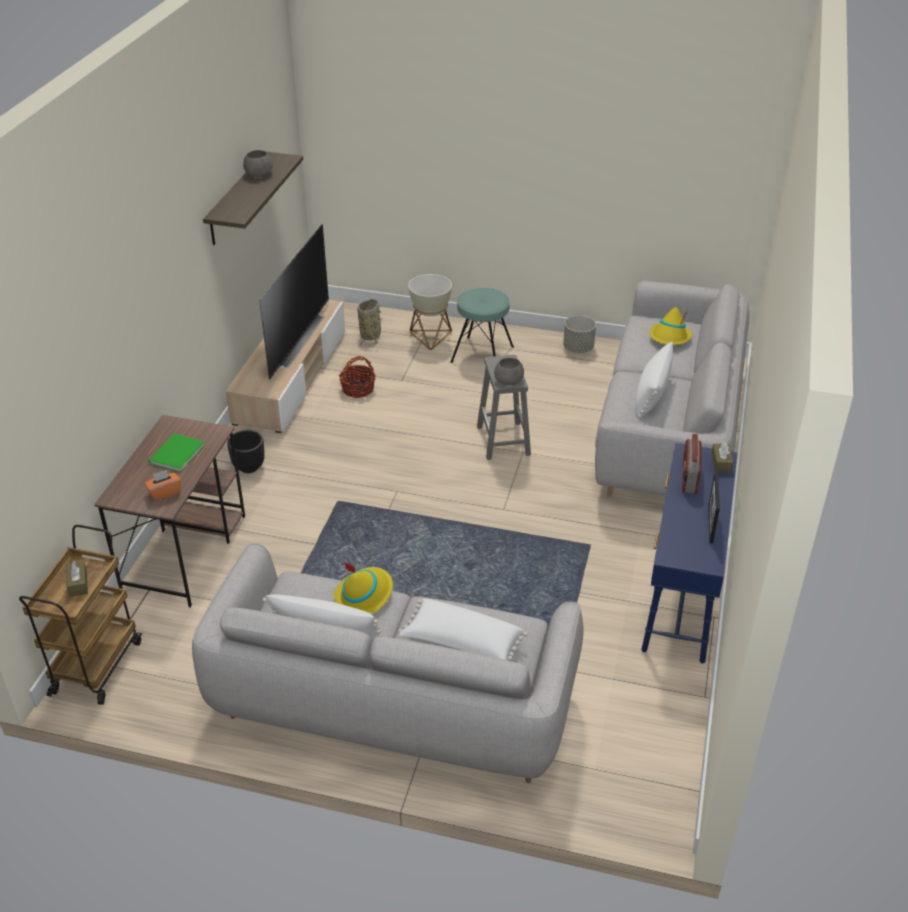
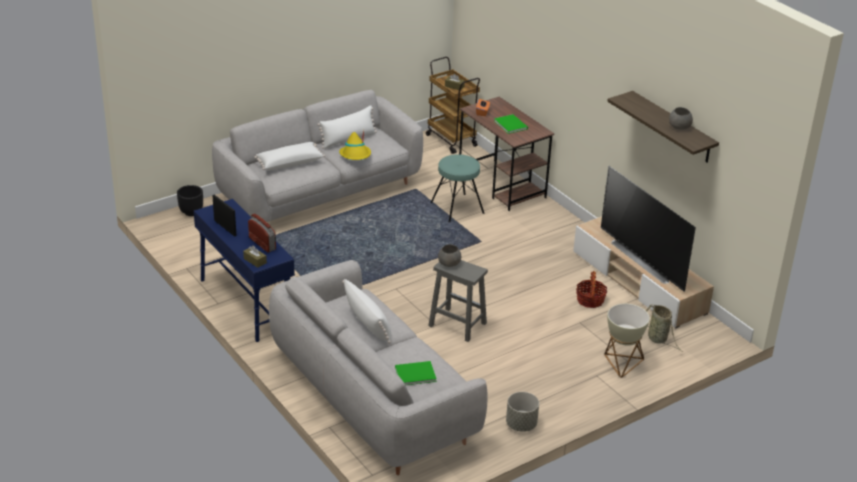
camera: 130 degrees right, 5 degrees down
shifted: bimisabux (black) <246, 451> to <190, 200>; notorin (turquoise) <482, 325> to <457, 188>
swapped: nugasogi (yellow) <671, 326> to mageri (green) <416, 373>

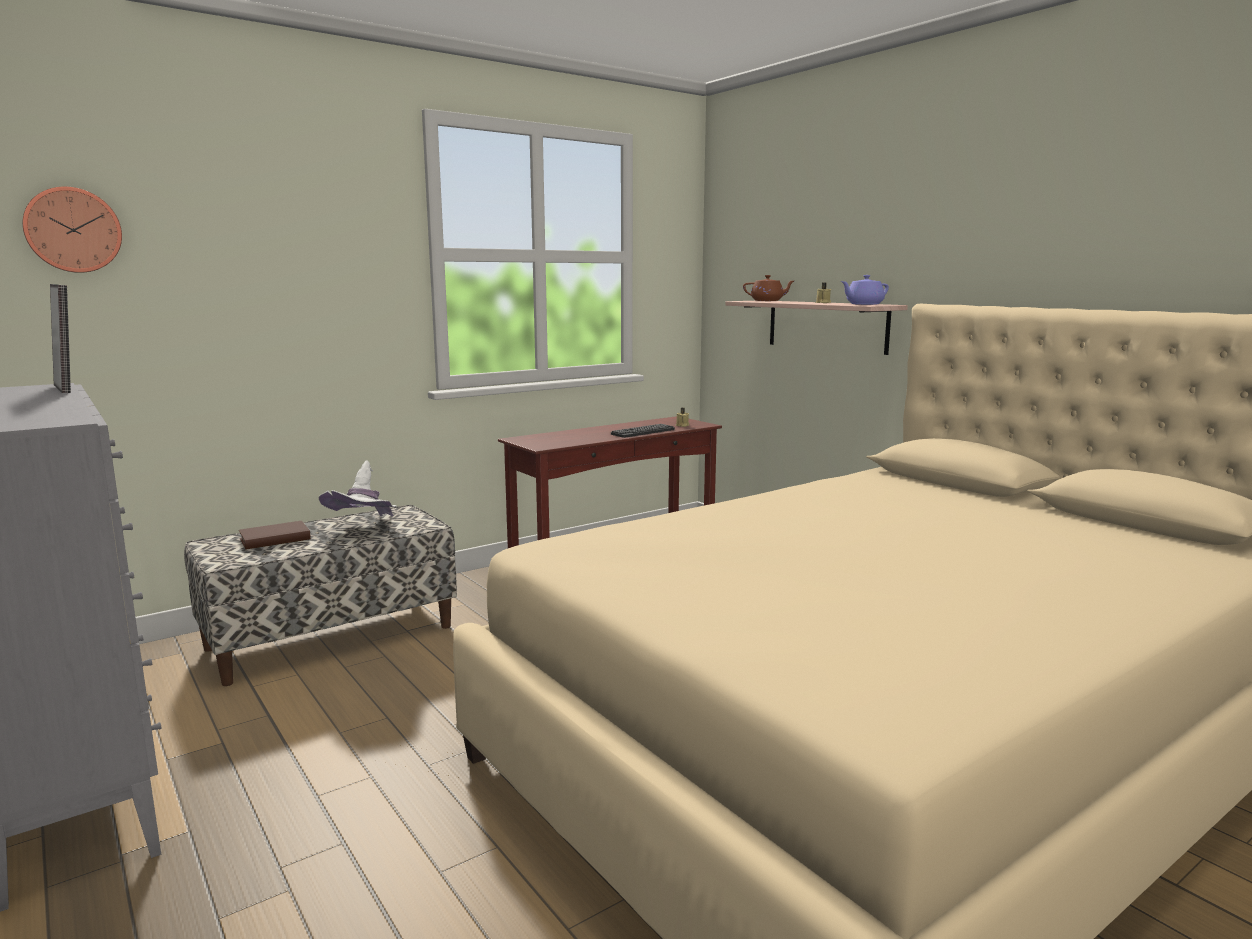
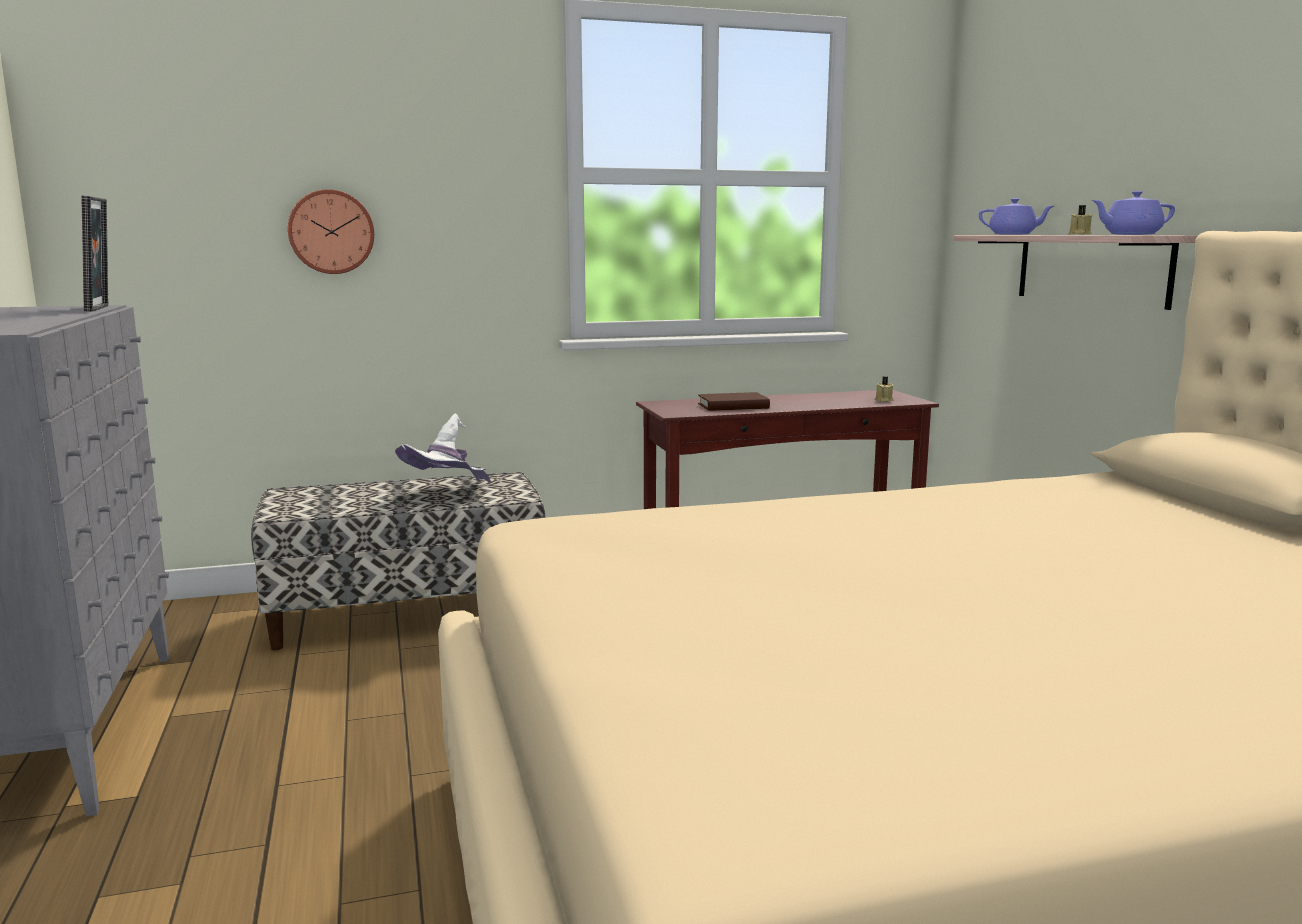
camera: 20 degrees right, 0 degrees up
gone: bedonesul <643, 431>
shifted: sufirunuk <72, 230> to <331, 231>; mageri (brown) <275, 535> to <734, 401>
repainted: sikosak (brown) <768, 288> to sikosak (purple) <1016, 216>

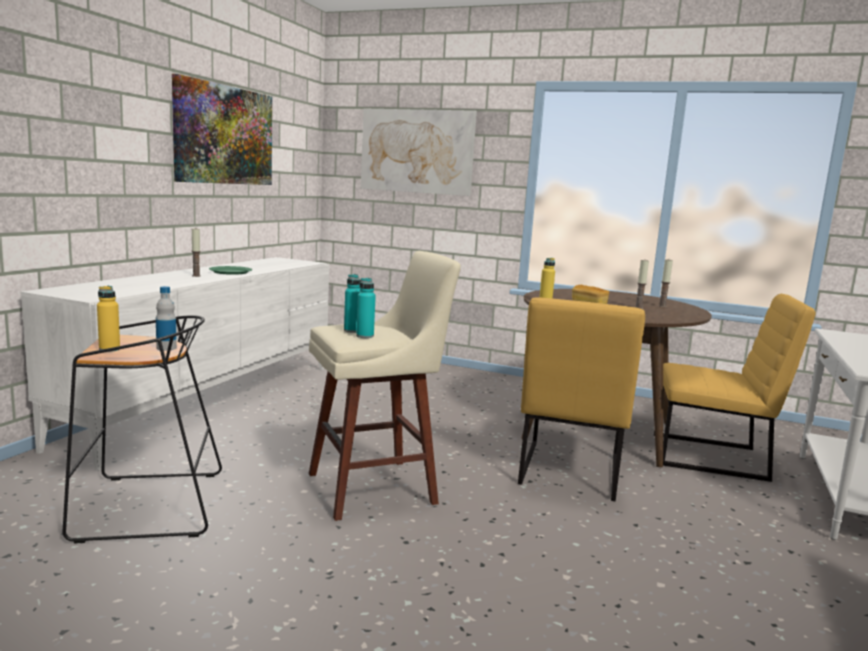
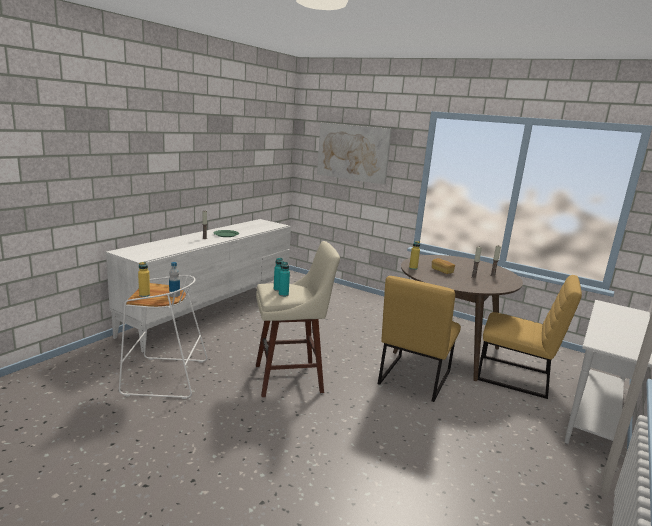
camera: 10 degrees right, 5 degrees up
gone: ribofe <222, 129>
repainted: notorin (black) <142, 429> to notorin (white) <163, 337>

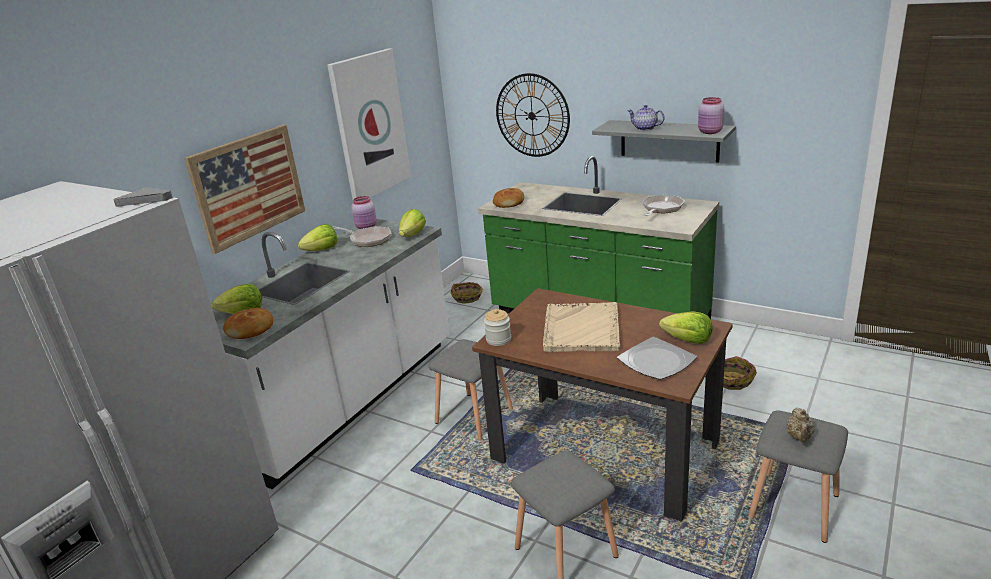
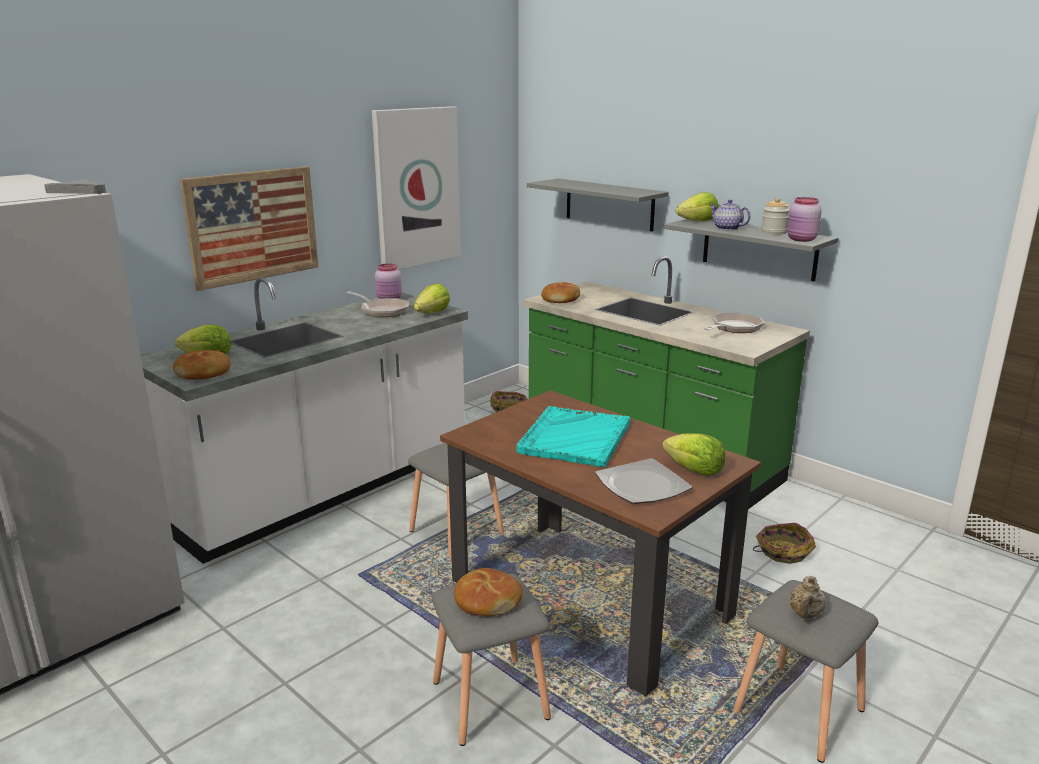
camera: 10 degrees right, 5 degrees down
new: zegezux <488, 592>
shifted: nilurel <317, 237> to <697, 207>; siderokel <497, 327> to <775, 216>
swapped: sufirunuk <533, 115> to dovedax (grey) <598, 205>
repainted: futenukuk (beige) <582, 327> to futenukuk (turquoise) <573, 437>

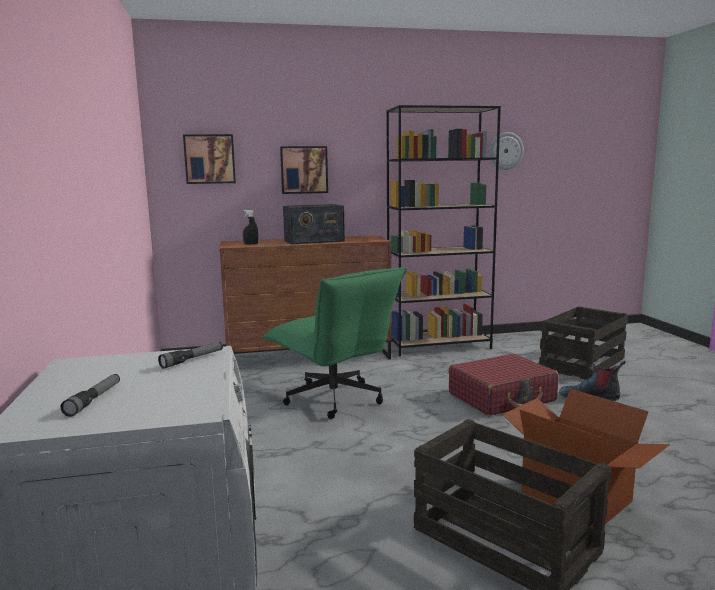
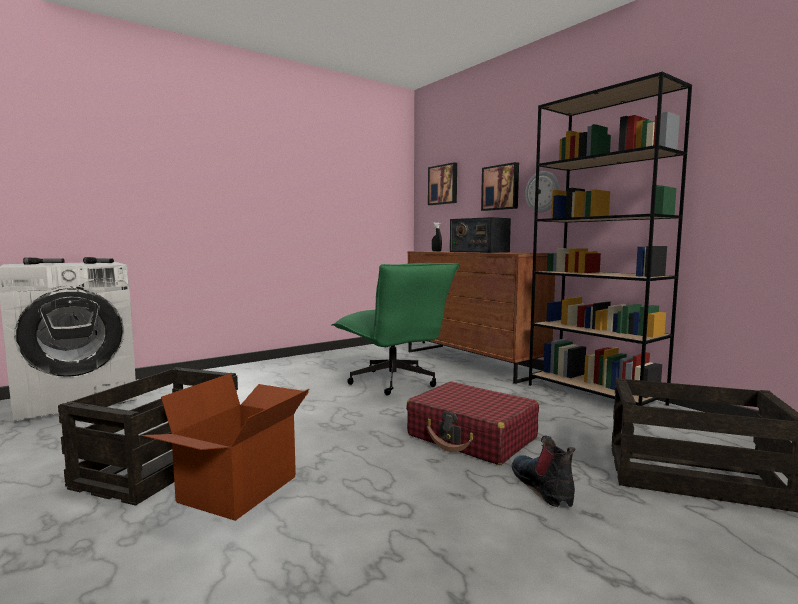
camera: 65 degrees right, 5 degrees down
shifted: sufirunuk <506, 151> to <542, 192>
rotated: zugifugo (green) <334, 343> = <395, 329> 60 degrees counterclockwise

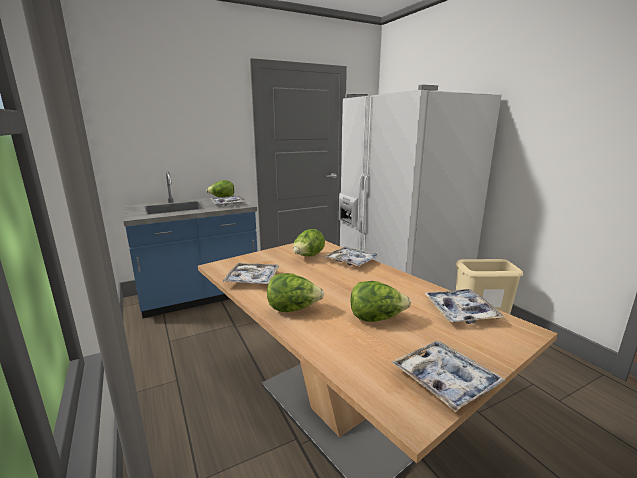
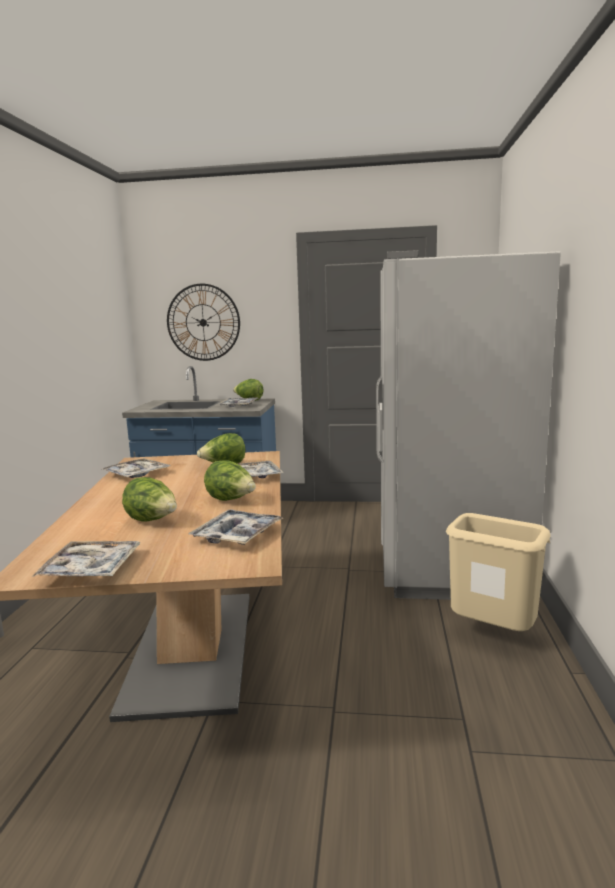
camera: 35 degrees right, 5 degrees down
new: sufirunuk <203, 322>
shifted: nilurel <295, 292> to <230, 480>

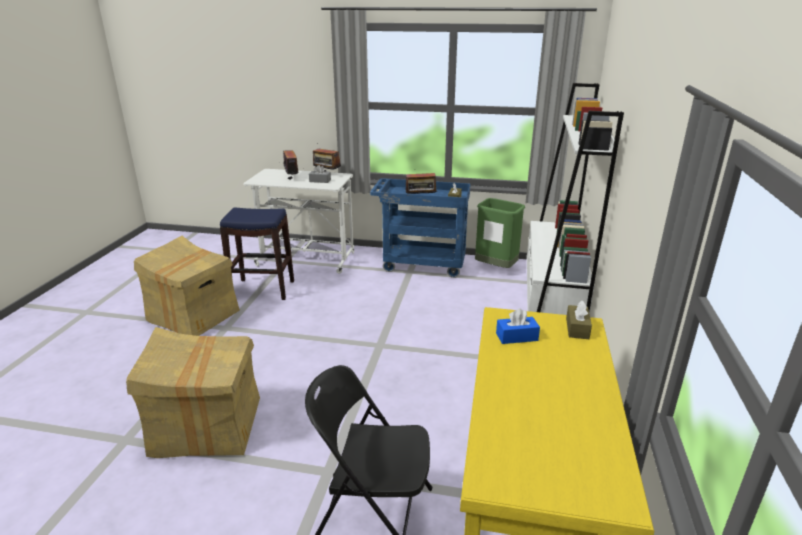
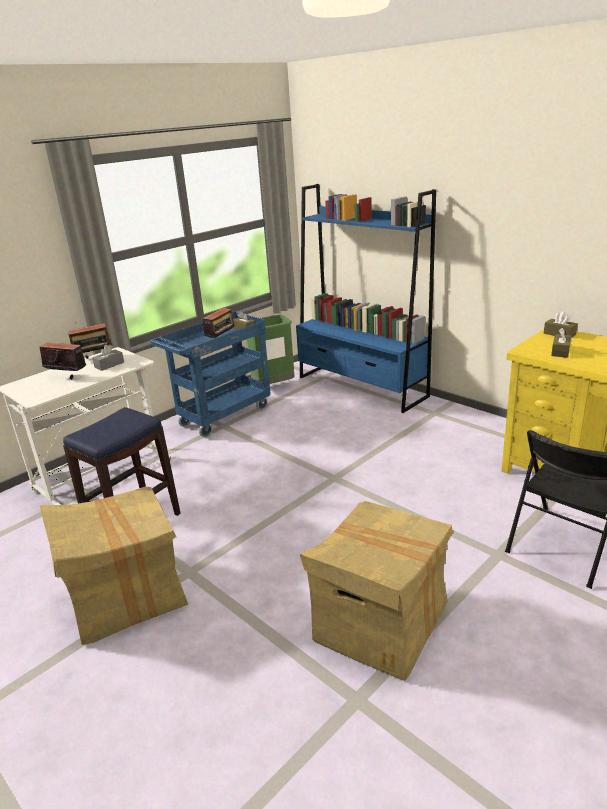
camera: 55 degrees left, 0 degrees up
repainted: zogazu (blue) <518, 326> to zogazu (brown) <561, 343>; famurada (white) <575, 199> to famurada (blue) <366, 298>

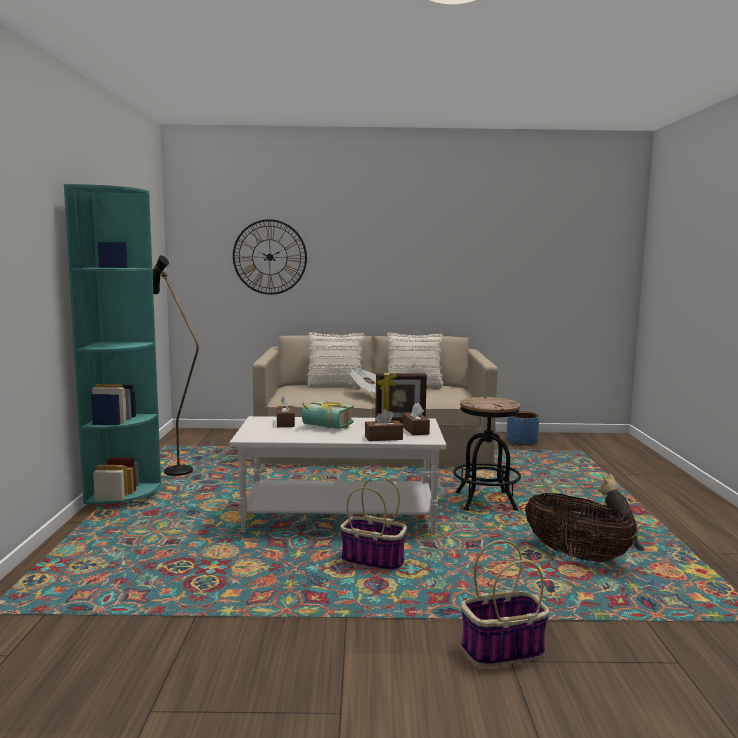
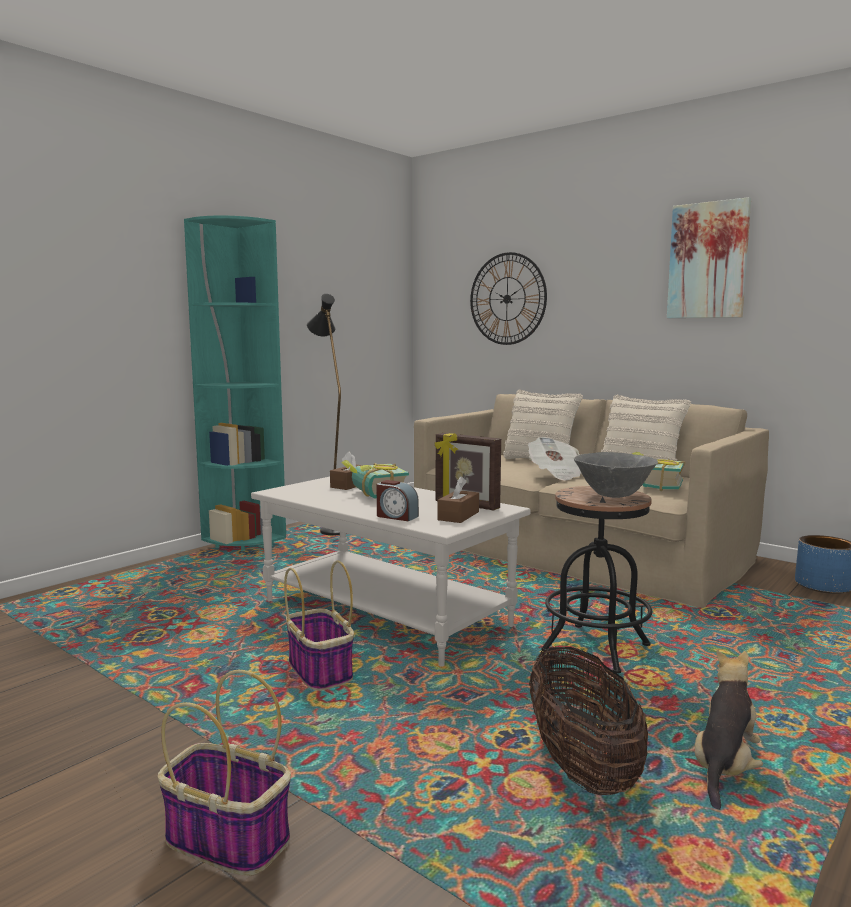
camera: 40 degrees right, 0 degrees up
new: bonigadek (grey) <616, 475>; mageri <658, 471>; ribofe <709, 257>
swapped: zogazu (brown) <384, 425> to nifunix <397, 500>

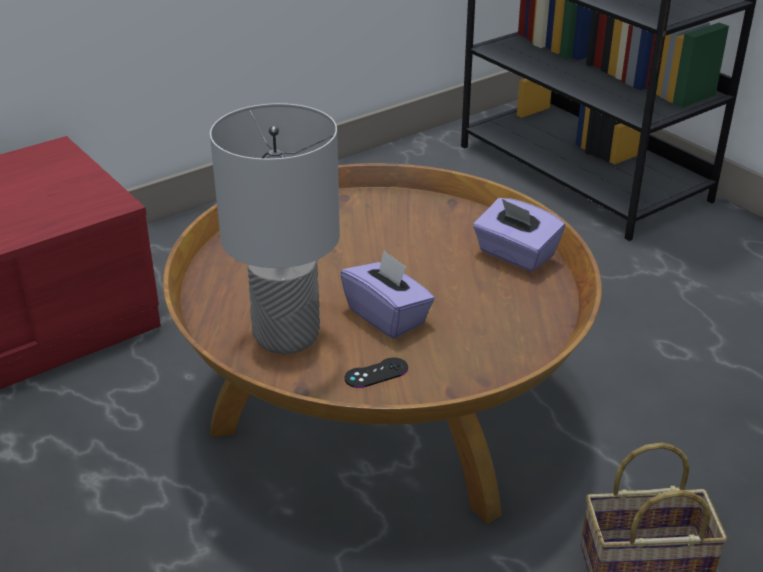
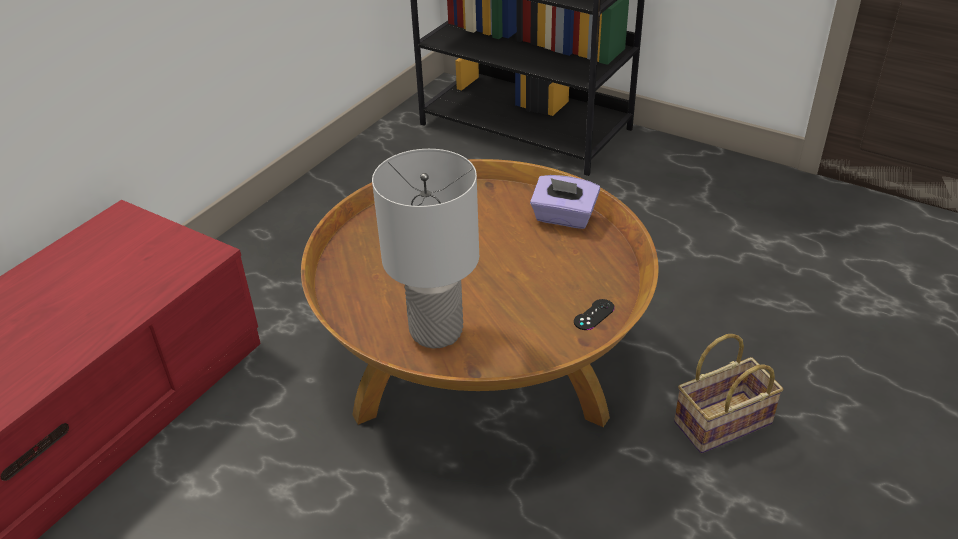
camera: 20 degrees left, 5 degrees up
gone: zogazu (purple) <387, 294>
shifted: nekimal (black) <376, 373> to <594, 314>

